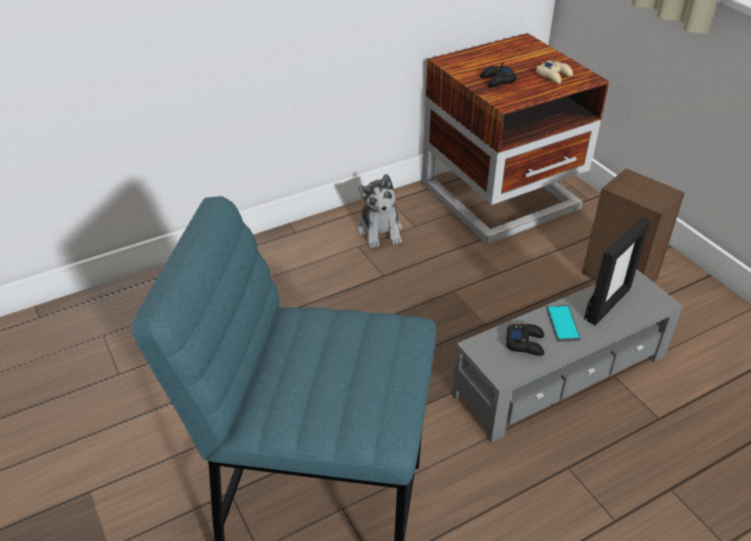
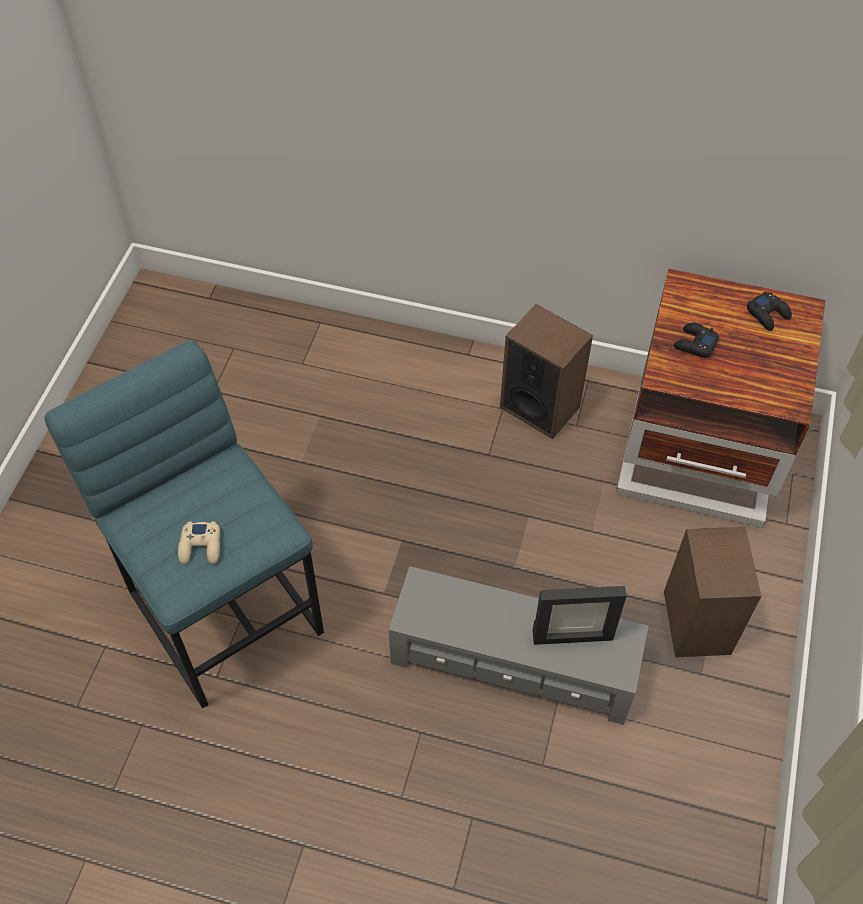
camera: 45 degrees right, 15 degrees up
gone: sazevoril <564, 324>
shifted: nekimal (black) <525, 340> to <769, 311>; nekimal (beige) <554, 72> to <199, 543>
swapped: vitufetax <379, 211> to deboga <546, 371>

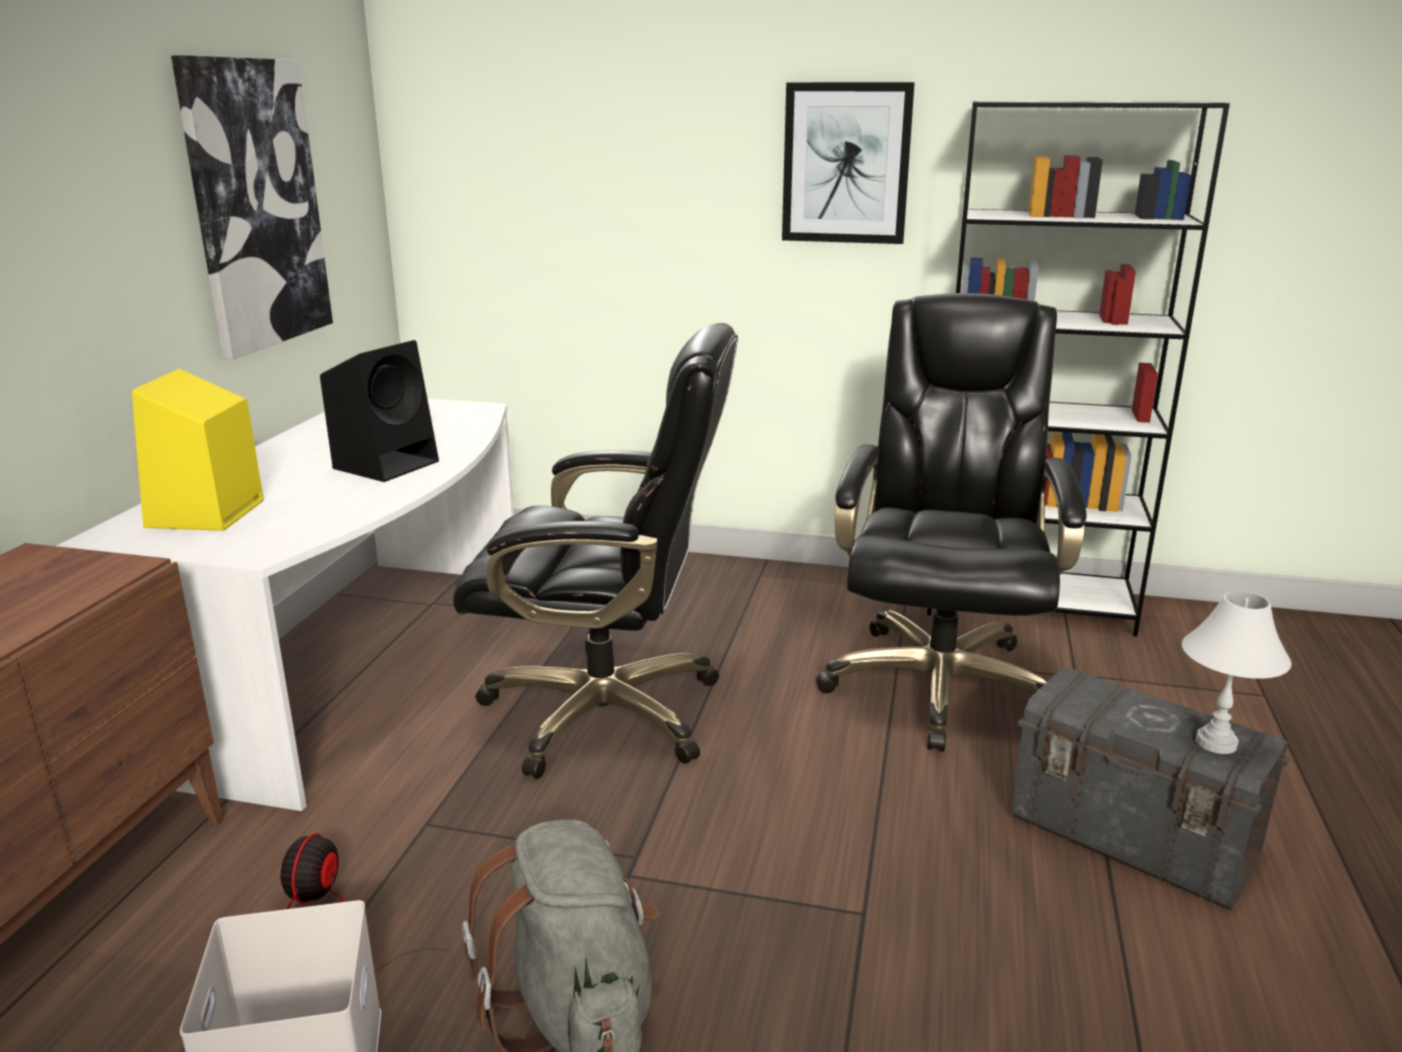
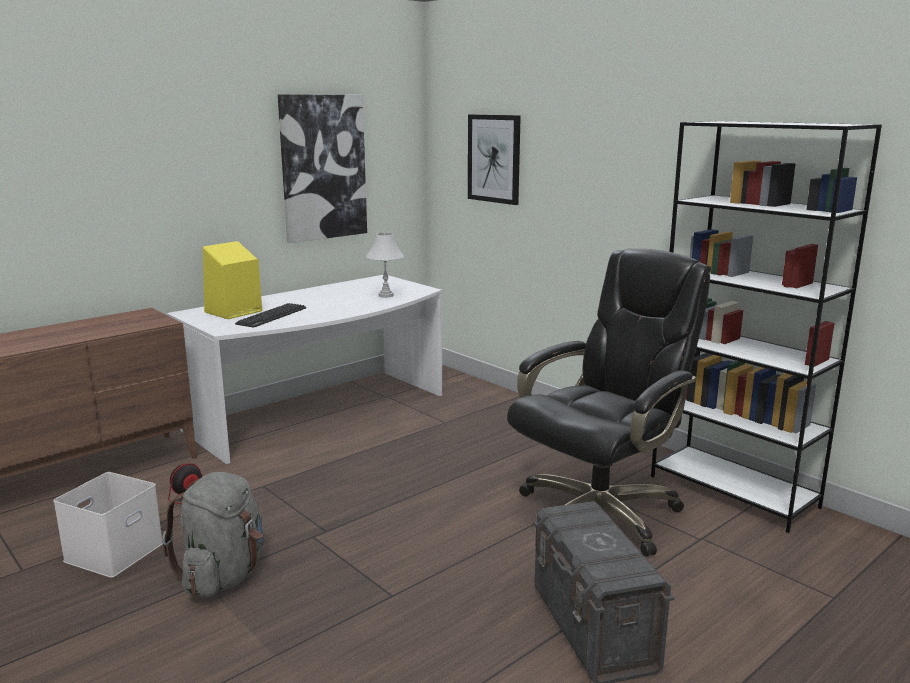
camera: 35 degrees right, 5 degrees down
gone: deboga (black) <379, 411>; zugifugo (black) <595, 551>
new: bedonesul <270, 315>
shifted: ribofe <848, 163> to <494, 159>; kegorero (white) <1236, 672> to <385, 265>

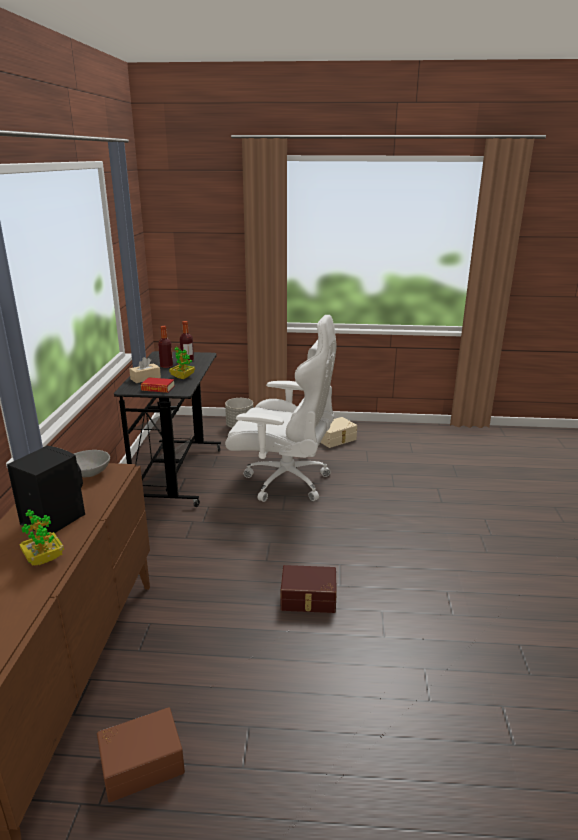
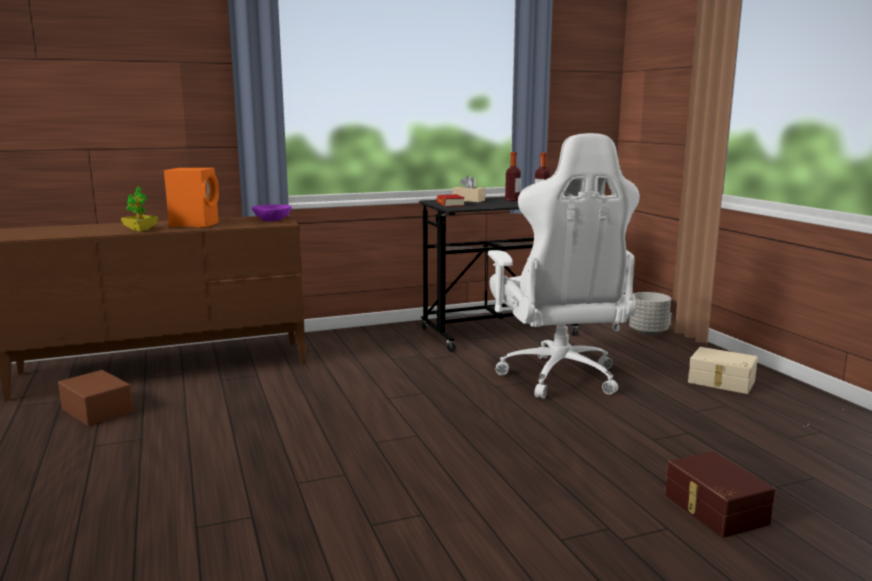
camera: 65 degrees right, 10 degrees down
gone: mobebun <182, 363>
shifted: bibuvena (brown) <309, 589> to <720, 494>
repainted: deboga (black) <46, 489> to deboga (orange) <191, 197>; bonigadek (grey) <92, 463> to bonigadek (purple) <272, 212>

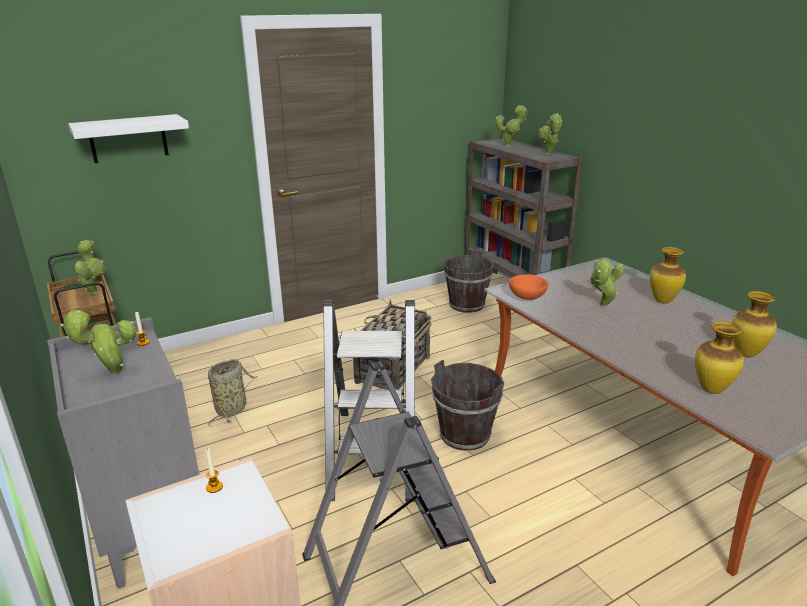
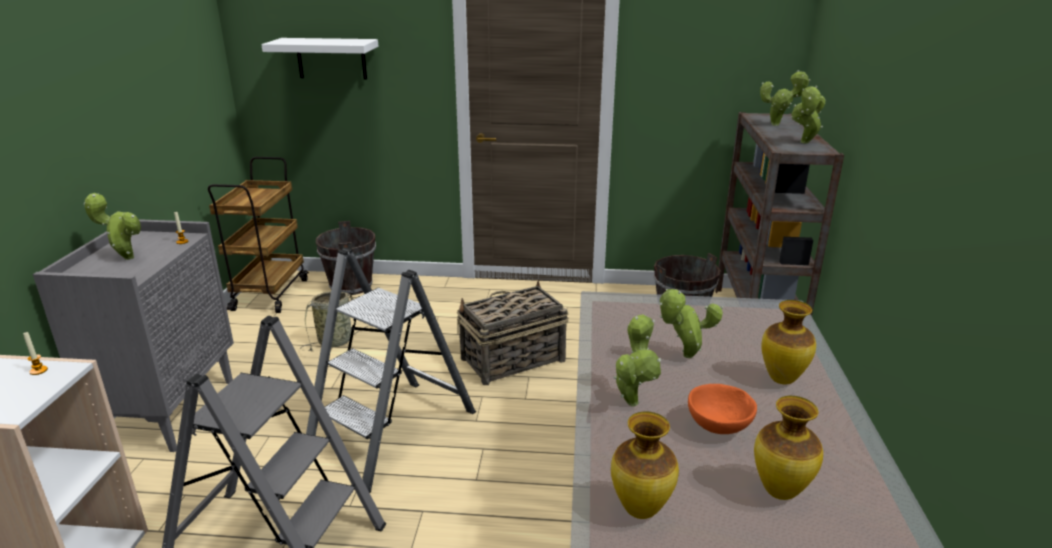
camera: 35 degrees right, 0 degrees up
shifted: mobebun <90, 267> to <637, 360>; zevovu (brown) <467, 405> to <346, 258>; bonigadek (orange) <529, 287> to <722, 409>

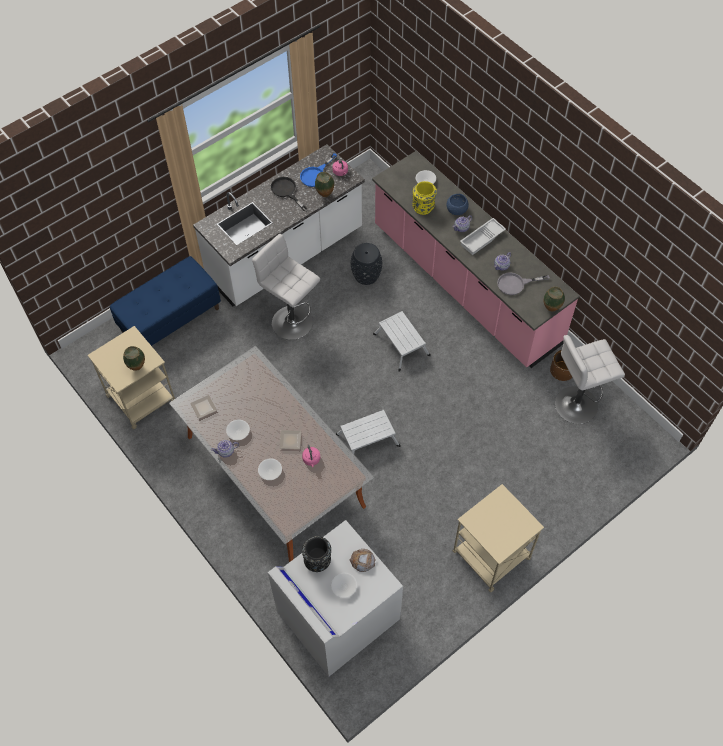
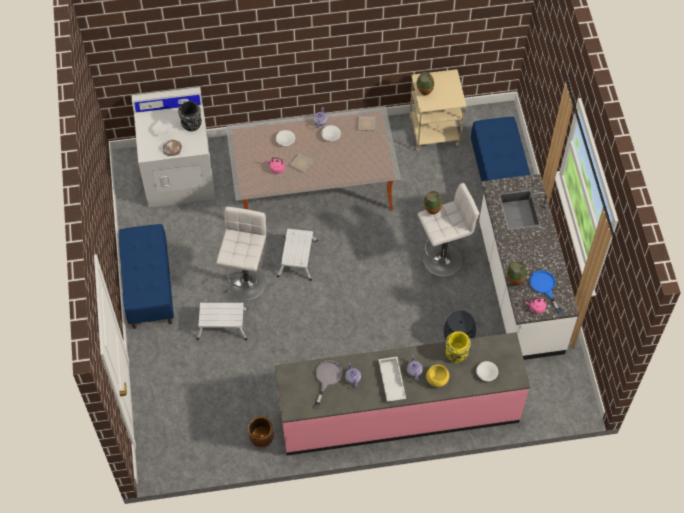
camera: 120 degrees right, 0 degrees up
gone: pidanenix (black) <288, 194>
shifted: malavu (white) <402, 341> to <222, 321>; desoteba <554, 299> to <433, 203>; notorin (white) <590, 379> to <241, 254>
swapped: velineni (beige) <498, 538> to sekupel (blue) <146, 276>
repainted: bonigadek (blue) <458, 204> to bonigadek (yellow) <437, 376>

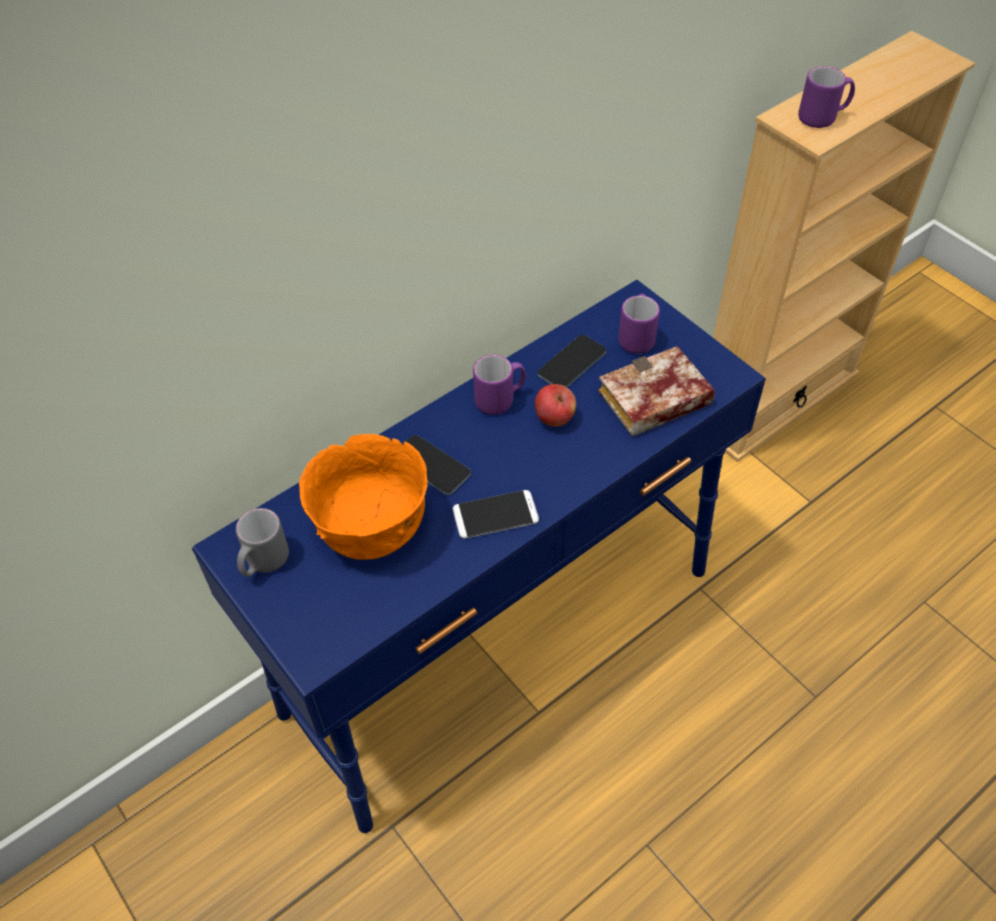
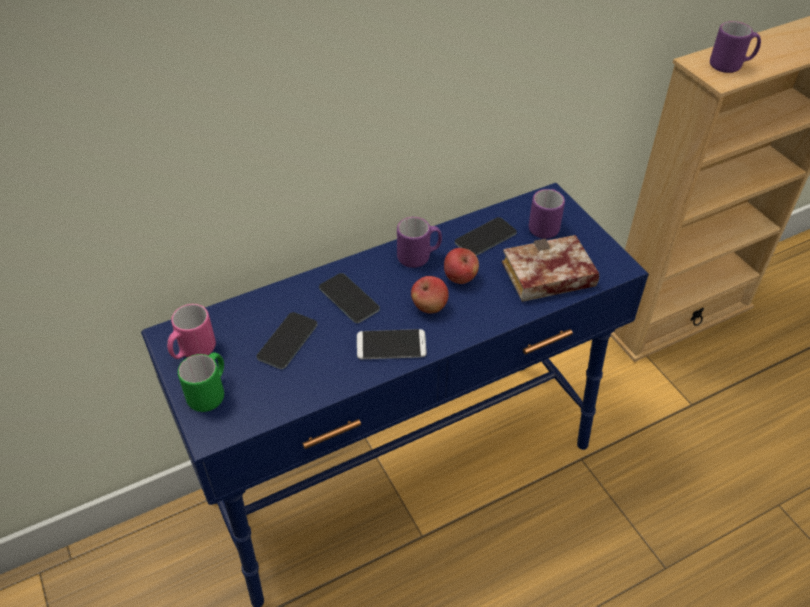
camera: 10 degrees right, 5 degrees down
new: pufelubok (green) <201, 382>; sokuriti <430, 295>
swapped: bonigadek (orange) <363, 497> to sazevoril <287, 340>
repainted: pufelubok (grey) <262, 542> to pufelubok (pink) <191, 331>

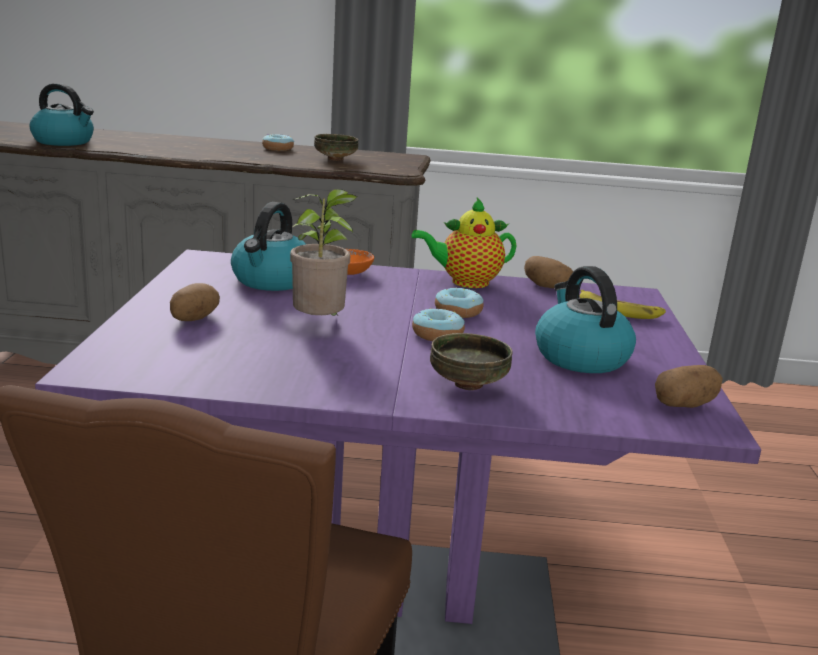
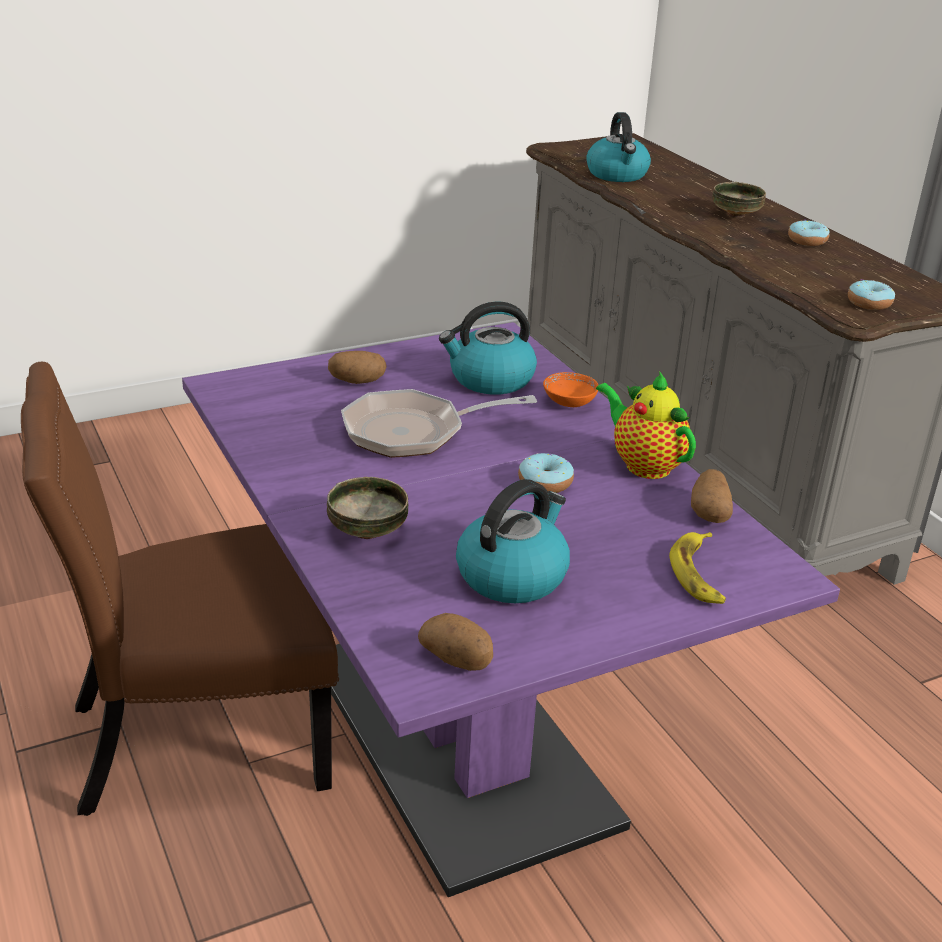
camera: 60 degrees right, 10 degrees up
shifted: bonigadek <336, 147> to <739, 200>; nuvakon <438, 324> to <871, 295>
swapped: mobebun <324, 252> to pidanenix <439, 423>

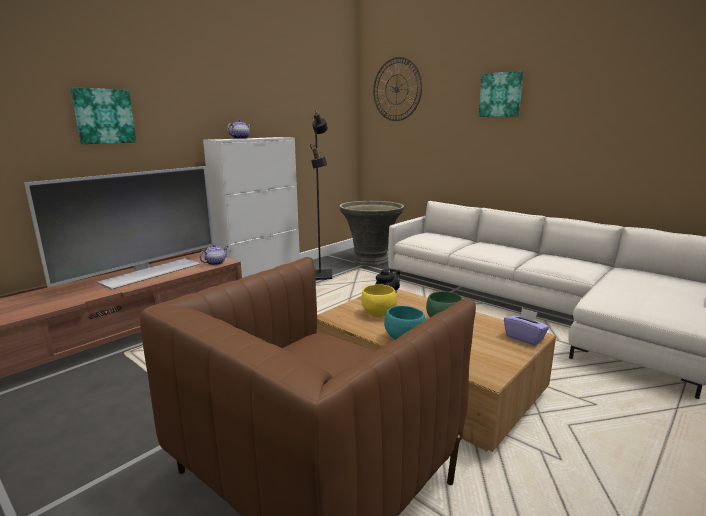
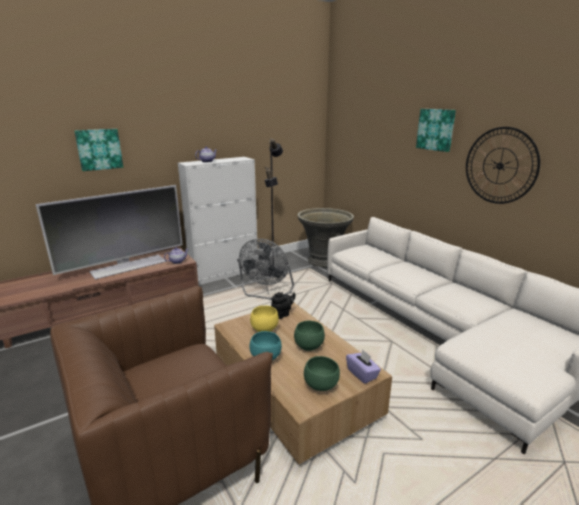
camera: 15 degrees right, 5 degrees up
new: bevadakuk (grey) <265, 271>; bonigadek (green) <322, 373>
shifted: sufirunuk <397, 89> to <503, 165>

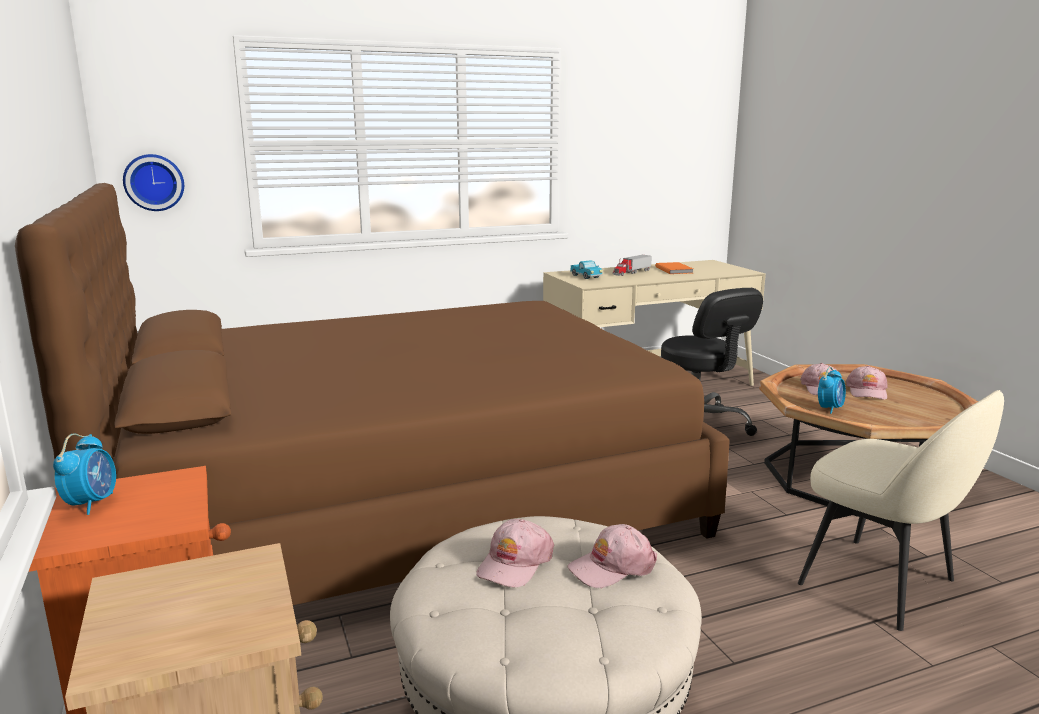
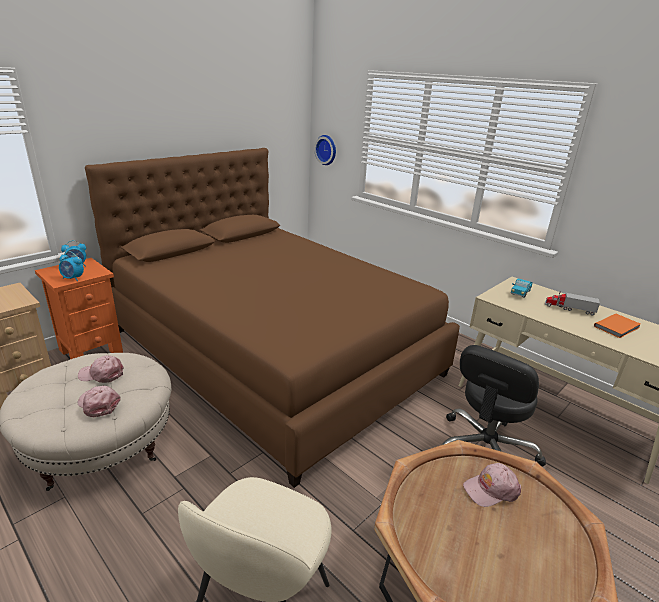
camera: 65 degrees right, 10 degrees up
gone: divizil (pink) <867, 382>
shifted: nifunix <832, 390> to <71, 266>

